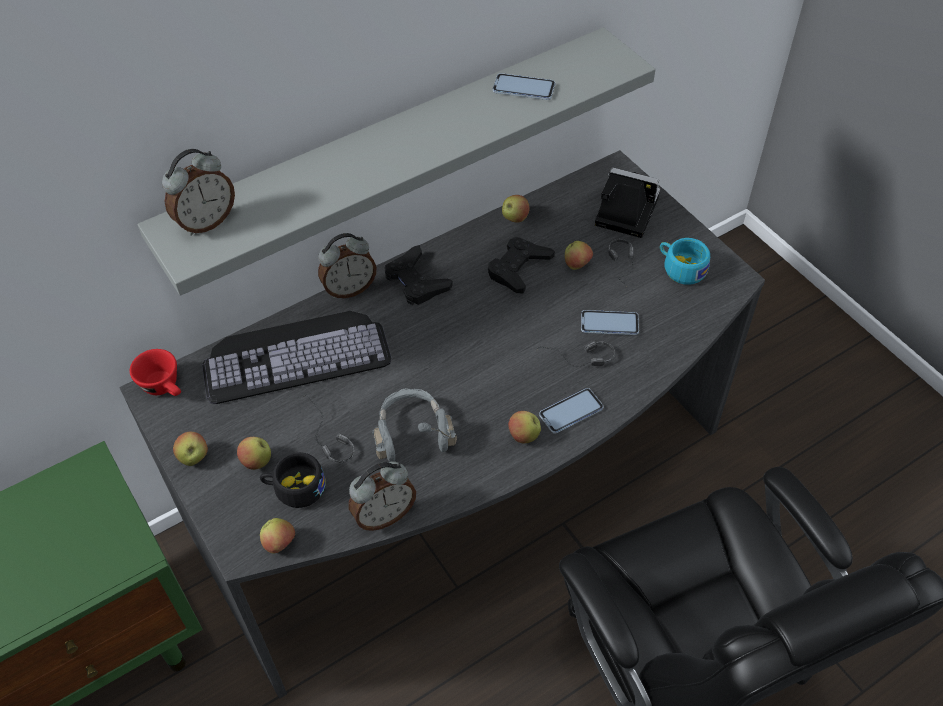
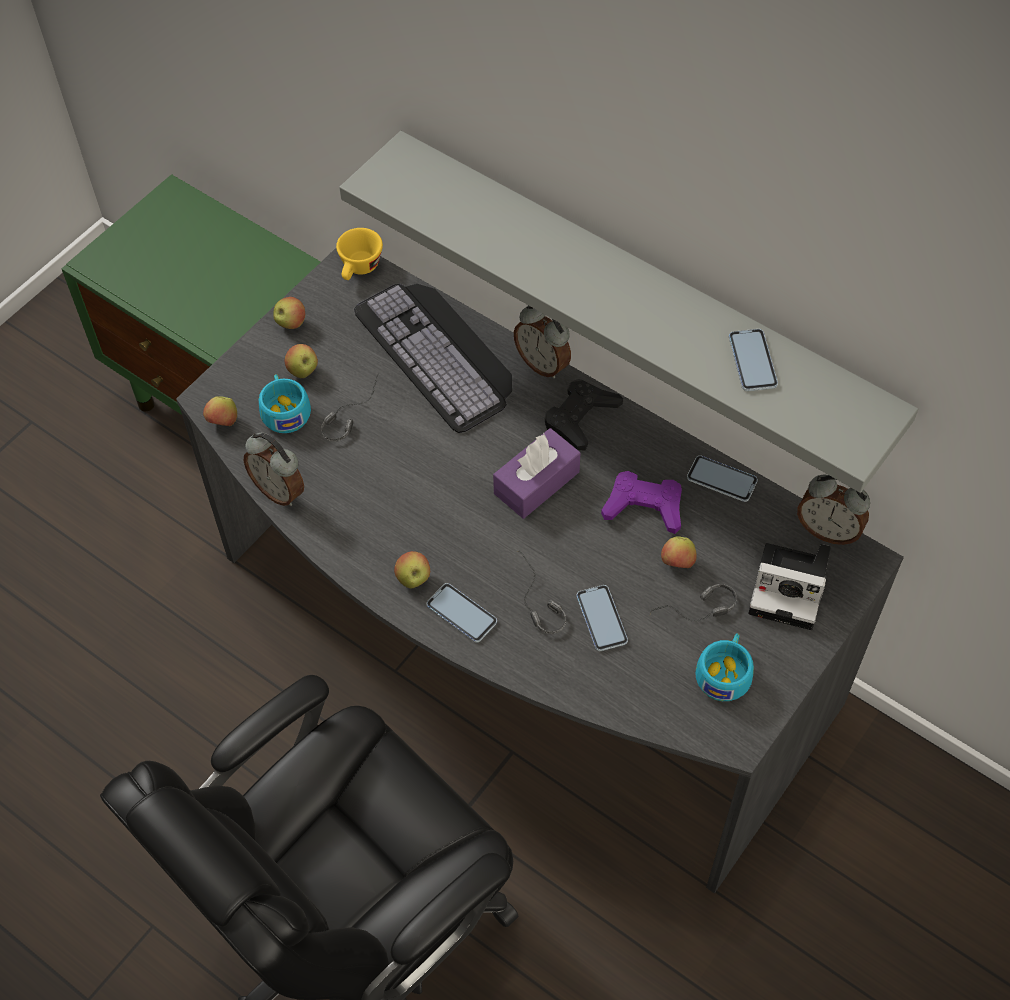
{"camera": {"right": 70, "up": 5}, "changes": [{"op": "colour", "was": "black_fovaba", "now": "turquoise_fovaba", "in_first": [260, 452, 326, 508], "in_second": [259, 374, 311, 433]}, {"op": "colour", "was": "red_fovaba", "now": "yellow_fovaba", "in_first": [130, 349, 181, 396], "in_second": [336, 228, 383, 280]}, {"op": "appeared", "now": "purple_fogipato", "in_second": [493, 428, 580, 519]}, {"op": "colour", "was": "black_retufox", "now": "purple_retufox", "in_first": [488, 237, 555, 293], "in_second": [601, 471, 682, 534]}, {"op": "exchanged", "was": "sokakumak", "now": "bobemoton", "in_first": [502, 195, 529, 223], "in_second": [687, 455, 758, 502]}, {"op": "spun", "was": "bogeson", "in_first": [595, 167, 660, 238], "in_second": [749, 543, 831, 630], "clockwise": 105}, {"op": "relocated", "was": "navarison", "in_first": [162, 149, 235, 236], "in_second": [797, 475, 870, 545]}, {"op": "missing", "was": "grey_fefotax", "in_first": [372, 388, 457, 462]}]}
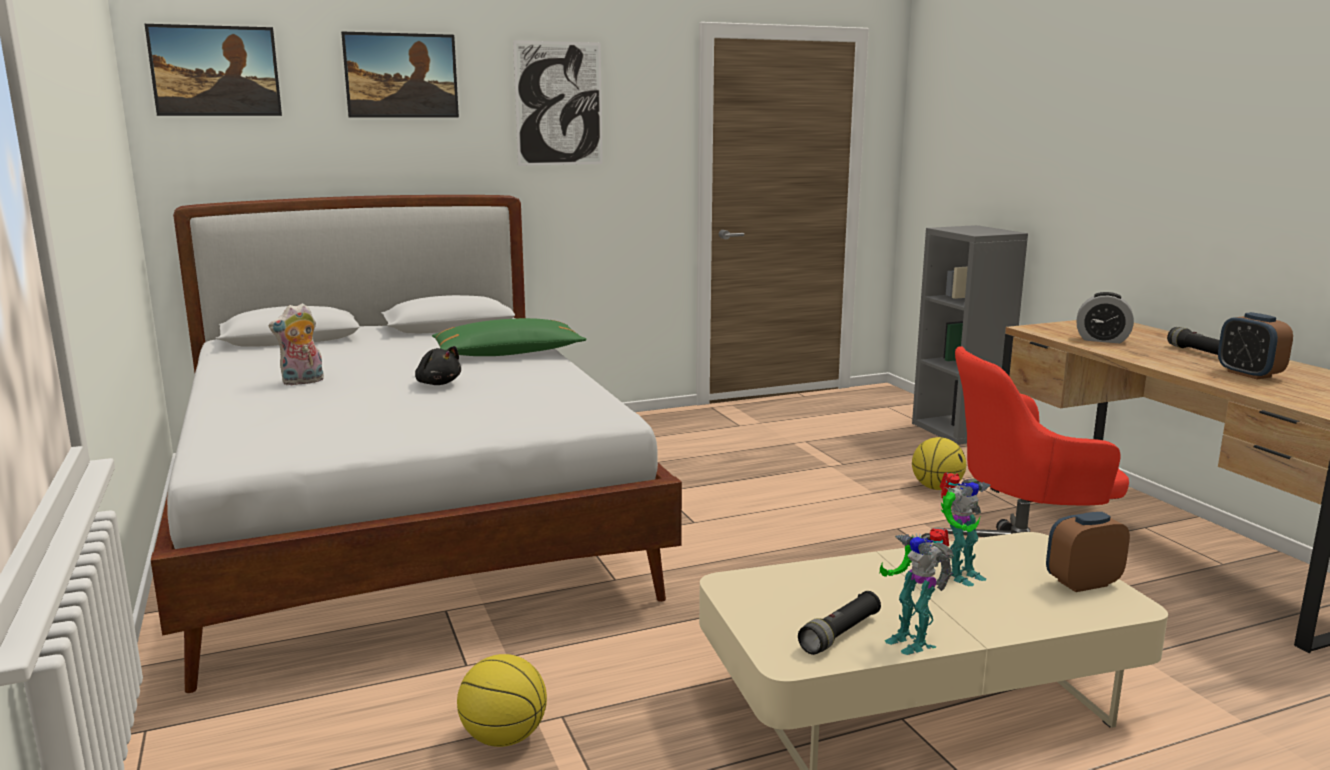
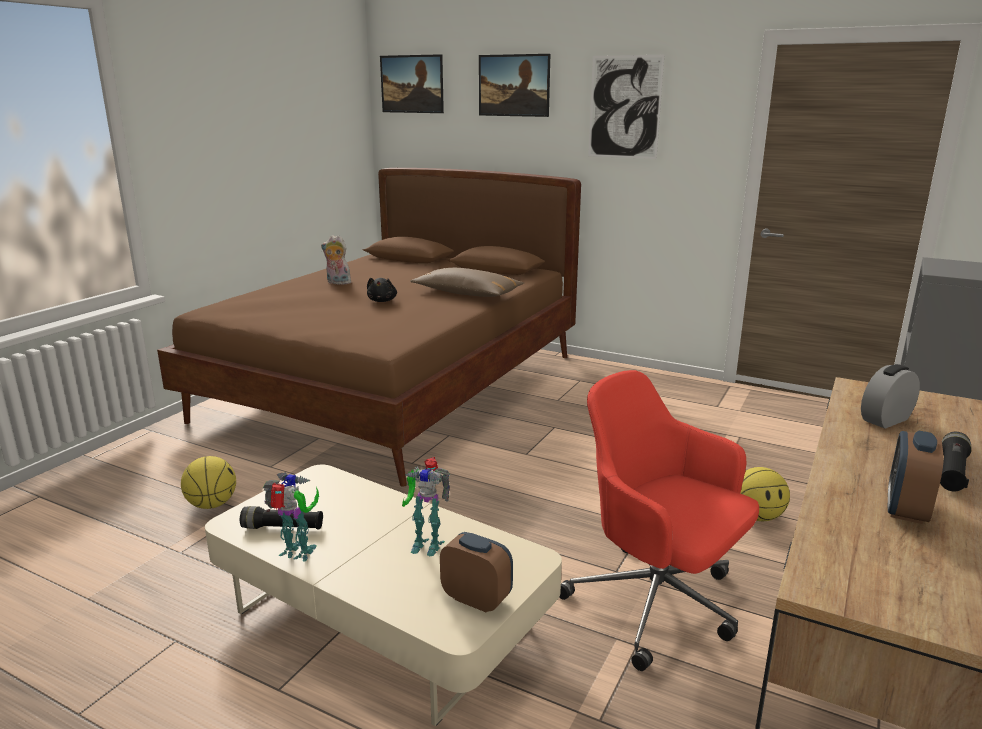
{"camera": {"right": 50, "up": 5}, "changes": [{"op": "colour", "was": "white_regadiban", "now": "brown_regadiban", "in_first": [151, 195, 682, 693], "in_second": [157, 168, 581, 487]}, {"op": "spun", "was": "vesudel", "in_first": [880, 528, 954, 655], "in_second": [263, 472, 319, 562], "clockwise": 90}, {"op": "colour", "was": "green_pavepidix", "now": "brown_pavepidix", "in_first": [432, 318, 586, 356], "in_second": [410, 268, 524, 297]}, {"op": "spun", "was": "navarison", "in_first": [1077, 292, 1134, 343], "in_second": [861, 364, 920, 428], "clockwise": 75}]}
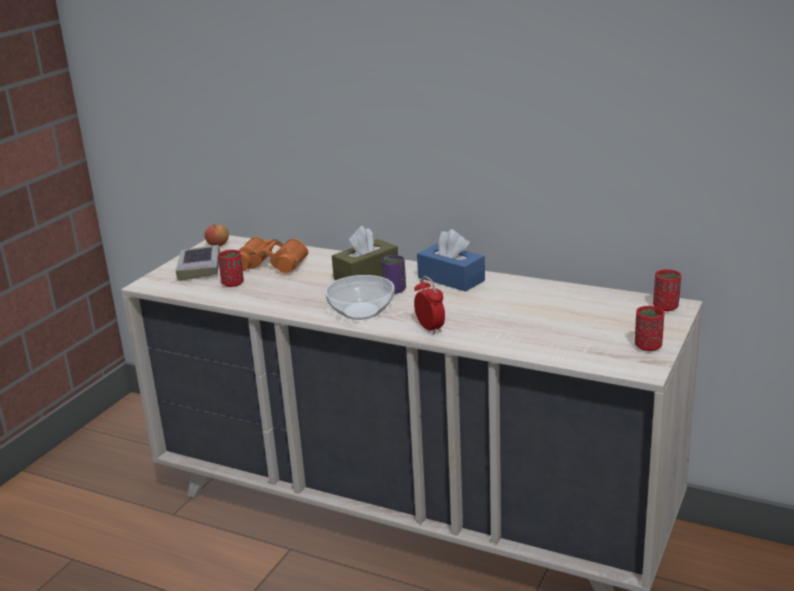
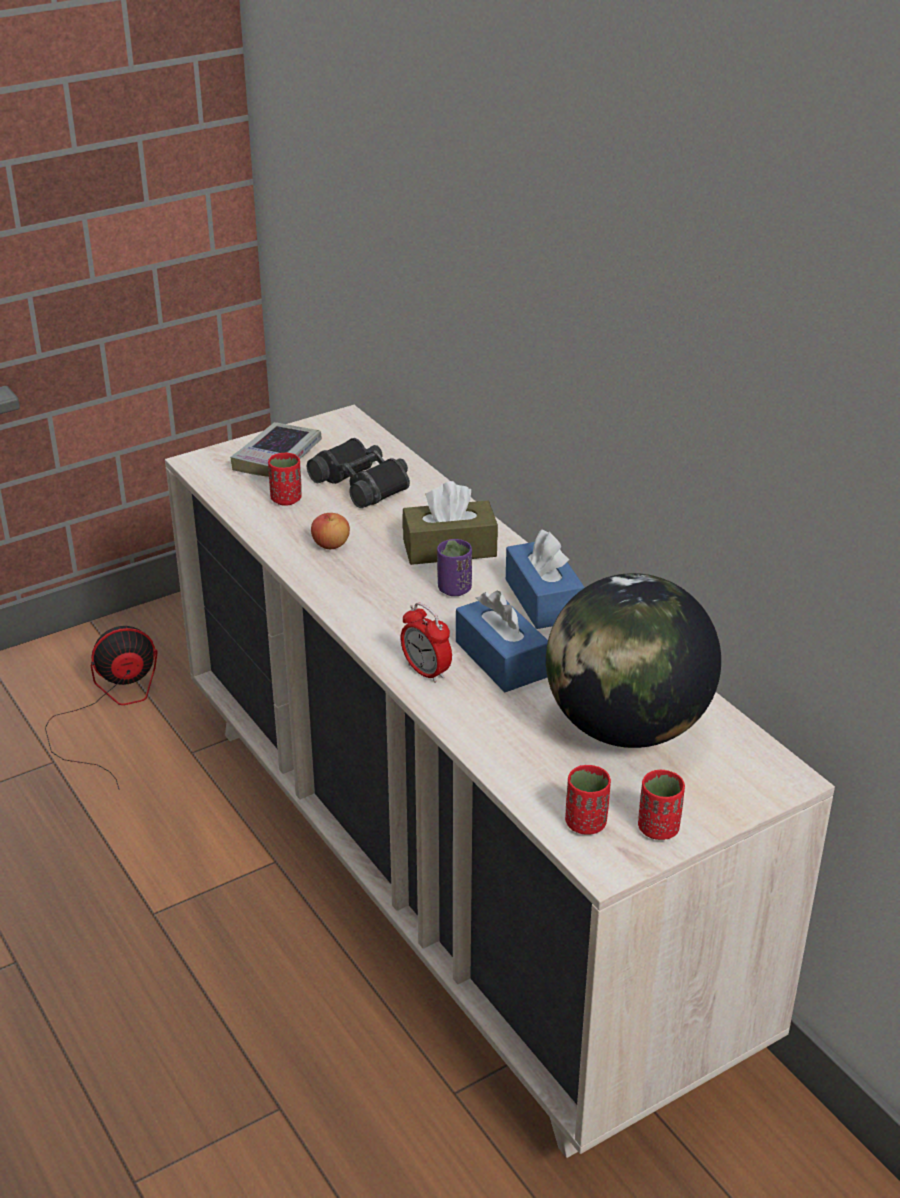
{"camera": {"right": 30, "up": 10}, "changes": [{"op": "appeared", "now": "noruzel", "in_second": [45, 626, 158, 790]}, {"op": "colour", "was": "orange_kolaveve", "now": "black_kolaveve", "in_first": [238, 237, 308, 274], "in_second": [307, 438, 410, 508]}, {"op": "relocated", "was": "sokakumak", "in_first": [204, 223, 229, 246], "in_second": [311, 513, 350, 549]}, {"op": "spun", "was": "navarison", "in_first": [414, 276, 445, 334], "in_second": [401, 602, 452, 683], "clockwise": 135}, {"op": "appeared", "now": "blue_fogipato", "in_second": [456, 591, 548, 692]}, {"op": "appeared", "now": "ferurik", "in_second": [546, 573, 721, 748]}, {"op": "relocated", "was": "red_fovaba", "in_first": [653, 269, 681, 311], "in_second": [565, 765, 611, 835]}, {"op": "missing", "was": "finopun", "in_first": [325, 275, 395, 320]}]}
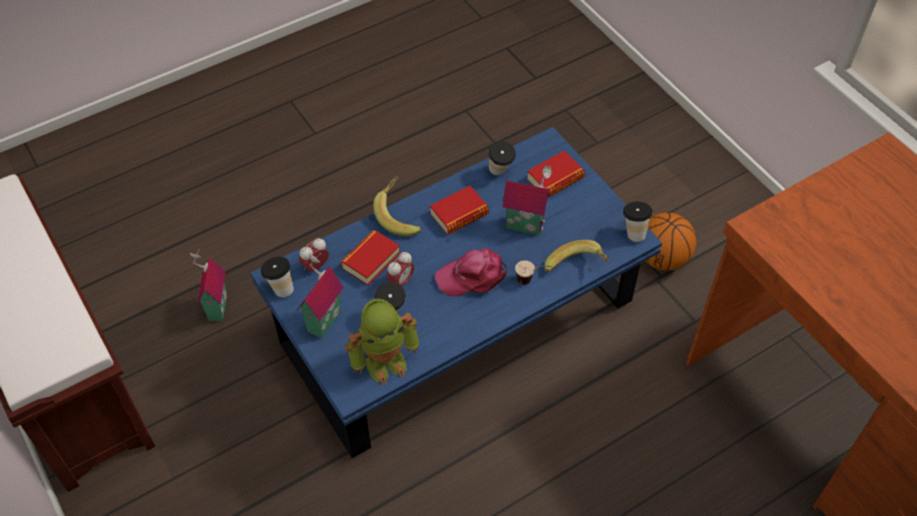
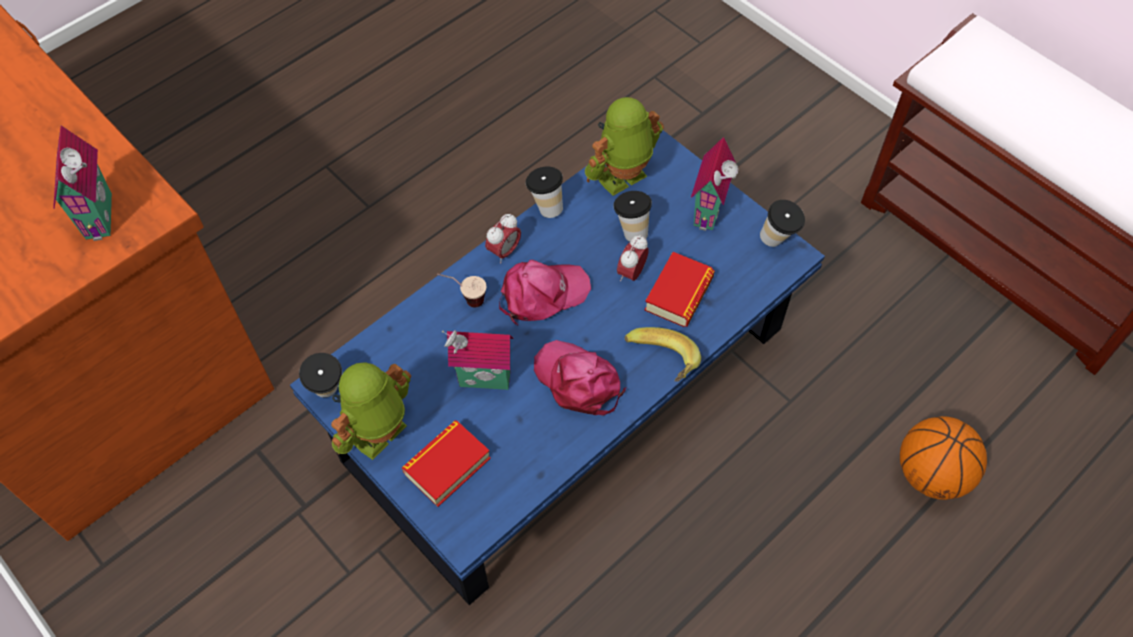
{"camera": {"right": 170, "up": 5}, "changes": [{"op": "relocated", "was": "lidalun", "in_first": [190, 249, 227, 321], "in_second": [53, 126, 112, 241]}, {"op": "appeared", "now": "vesudel", "in_second": [331, 362, 411, 460]}, {"op": "relocated", "was": "navarison", "in_first": [299, 238, 329, 272], "in_second": [485, 214, 521, 263]}, {"op": "relocated", "was": "fovaba", "in_first": [488, 141, 516, 175], "in_second": [526, 166, 563, 218]}, {"op": "exchanged", "was": "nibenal", "now": "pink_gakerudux", "in_first": [430, 186, 489, 235], "in_second": [534, 340, 626, 416]}, {"op": "relocated", "was": "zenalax", "in_first": [646, 213, 696, 270], "in_second": [900, 416, 987, 500]}, {"op": "missing", "was": "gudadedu", "in_first": [545, 240, 609, 273]}]}
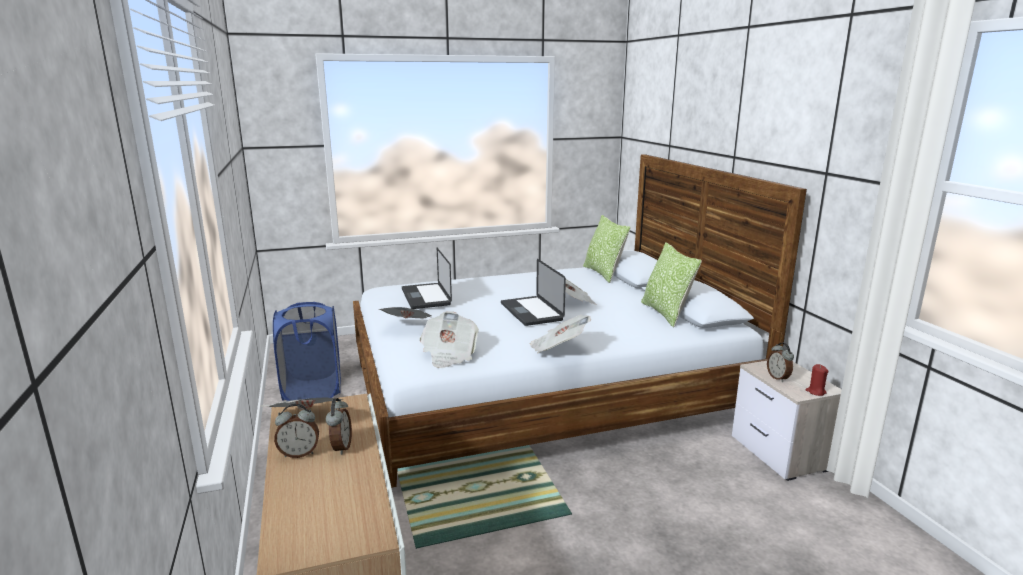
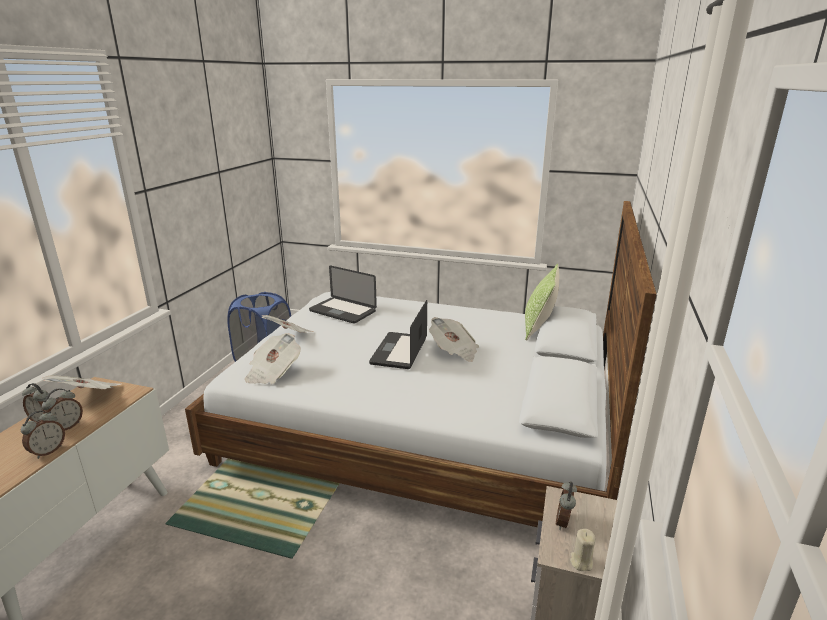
{"camera": {"right": 35, "up": 5}, "changes": [{"op": "appeared", "now": "navarison", "in_second": [21, 411, 65, 459]}, {"op": "spun", "was": "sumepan", "in_first": [402, 248, 452, 309], "in_second": [309, 265, 377, 324], "clockwise": -75}, {"op": "colour", "was": "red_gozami", "now": "beige_gozami", "in_first": [806, 364, 829, 396], "in_second": [570, 529, 595, 571]}, {"op": "missing", "was": "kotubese", "in_first": [530, 315, 591, 353]}, {"op": "missing", "was": "pavepidix", "in_first": [641, 242, 702, 327]}]}
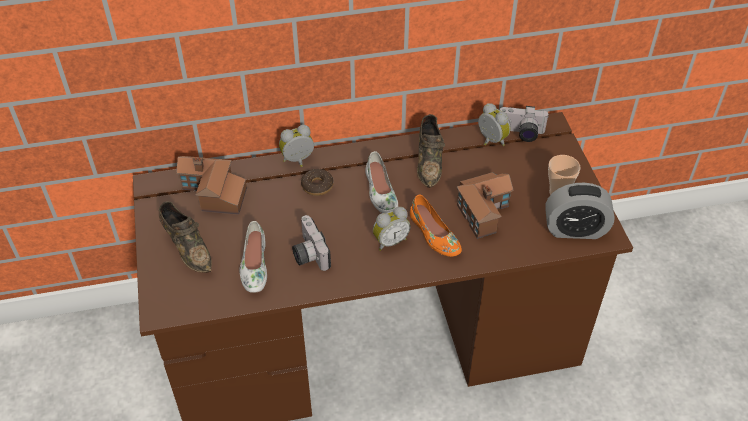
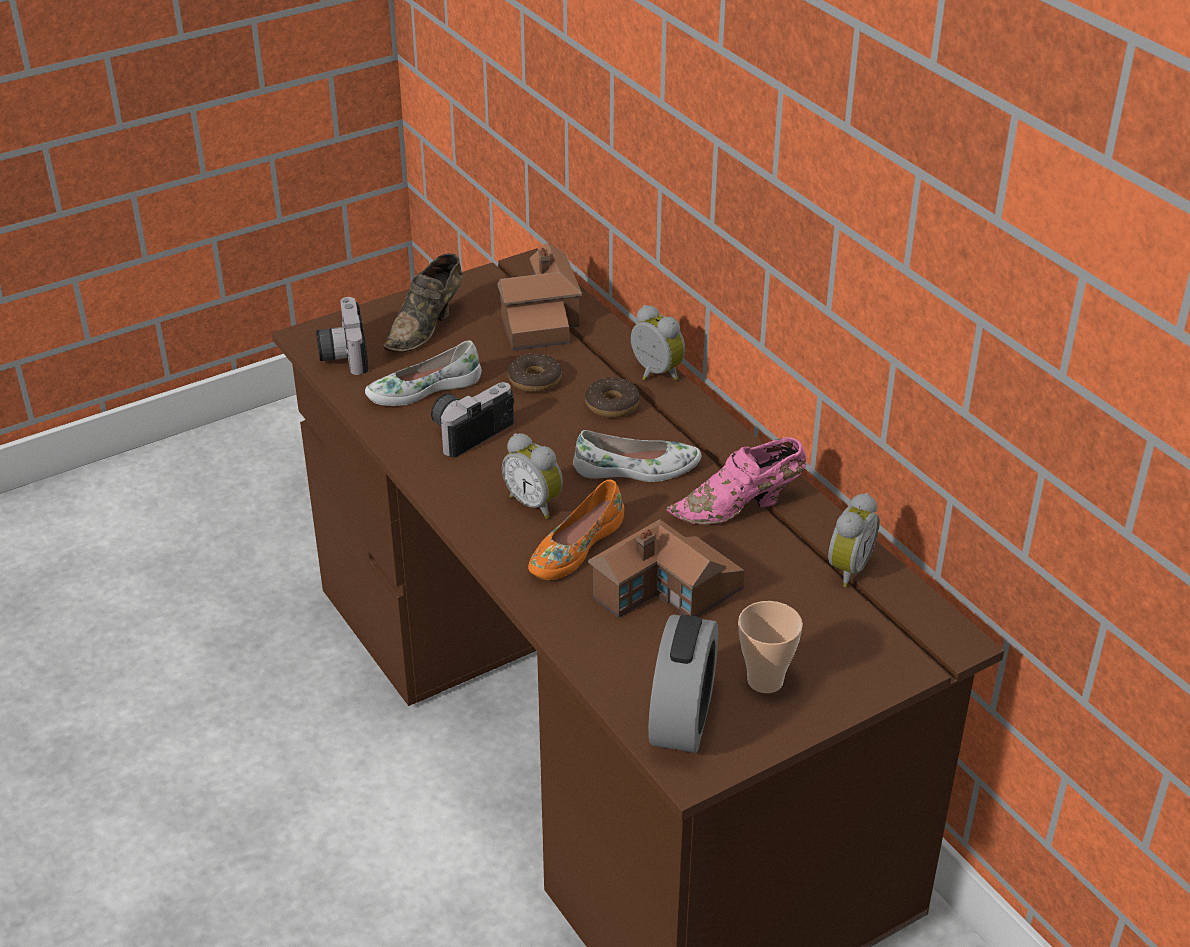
{"camera": {"right": 70, "up": -10}, "changes": [{"op": "relocated", "was": "bogeson", "in_first": [500, 106, 549, 142], "in_second": [316, 297, 368, 375]}, {"op": "appeared", "now": "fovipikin", "in_second": [508, 353, 562, 392]}, {"op": "spun", "was": "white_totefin", "in_first": [365, 151, 398, 213], "in_second": [573, 430, 701, 482], "clockwise": -150}, {"op": "spun", "was": "navarison", "in_first": [545, 183, 615, 239], "in_second": [649, 614, 718, 753], "clockwise": -150}, {"op": "colour", "was": "brown_totefin", "now": "pink_totefin", "in_first": [417, 114, 445, 188], "in_second": [666, 437, 807, 525]}]}
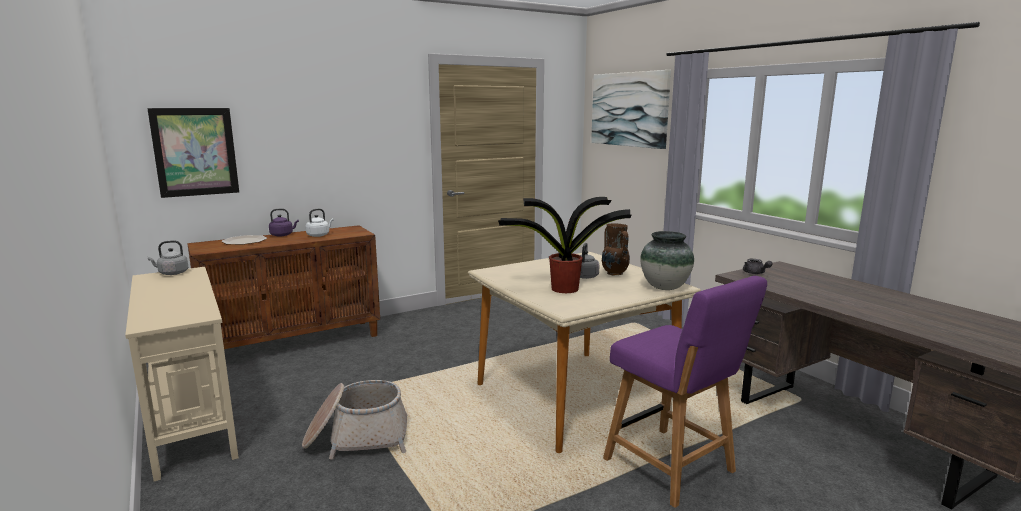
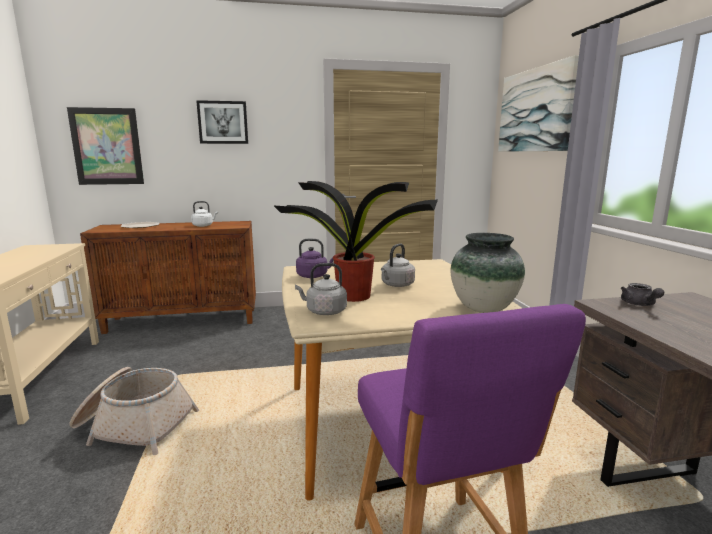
{"camera": {"right": 20, "up": 0}, "changes": [{"op": "appeared", "now": "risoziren", "in_second": [196, 100, 248, 144]}, {"op": "relocated", "was": "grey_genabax", "in_first": [148, 240, 188, 275], "in_second": [295, 263, 347, 315]}, {"op": "relocated", "was": "purple_genabax", "in_first": [269, 209, 299, 237], "in_second": [296, 238, 333, 278]}, {"op": "missing", "was": "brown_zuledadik", "in_first": [602, 223, 630, 275]}]}
